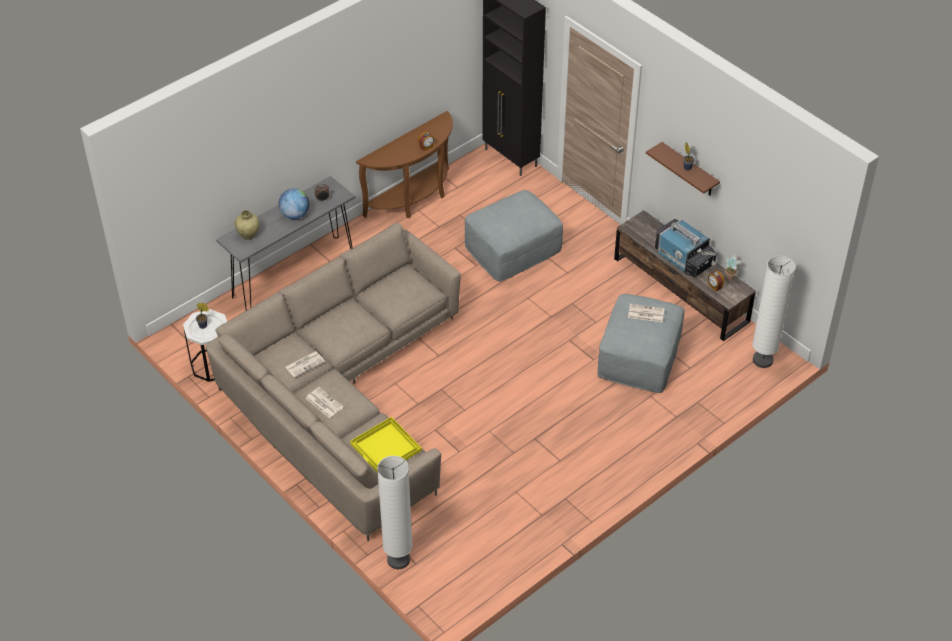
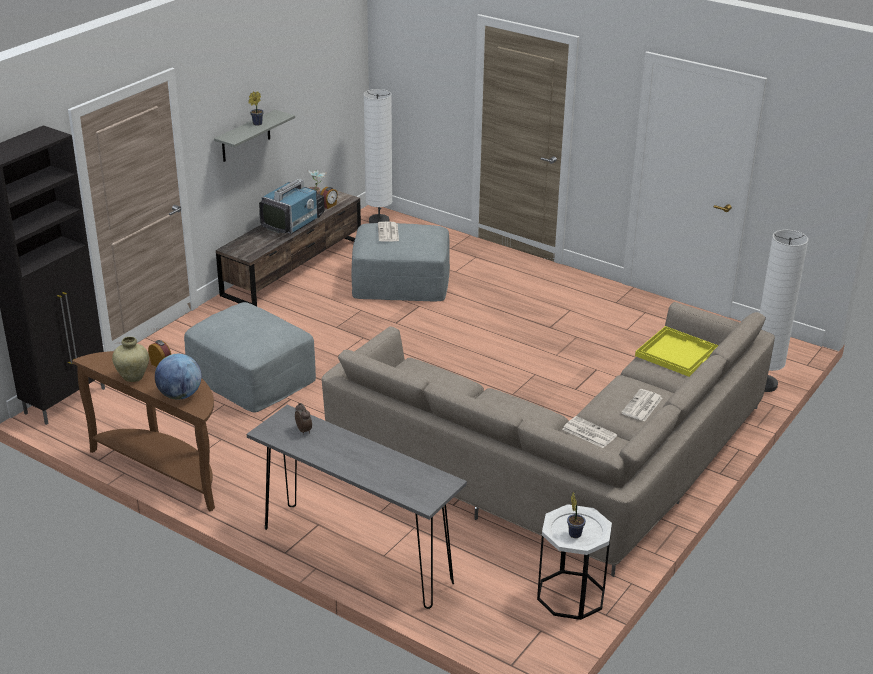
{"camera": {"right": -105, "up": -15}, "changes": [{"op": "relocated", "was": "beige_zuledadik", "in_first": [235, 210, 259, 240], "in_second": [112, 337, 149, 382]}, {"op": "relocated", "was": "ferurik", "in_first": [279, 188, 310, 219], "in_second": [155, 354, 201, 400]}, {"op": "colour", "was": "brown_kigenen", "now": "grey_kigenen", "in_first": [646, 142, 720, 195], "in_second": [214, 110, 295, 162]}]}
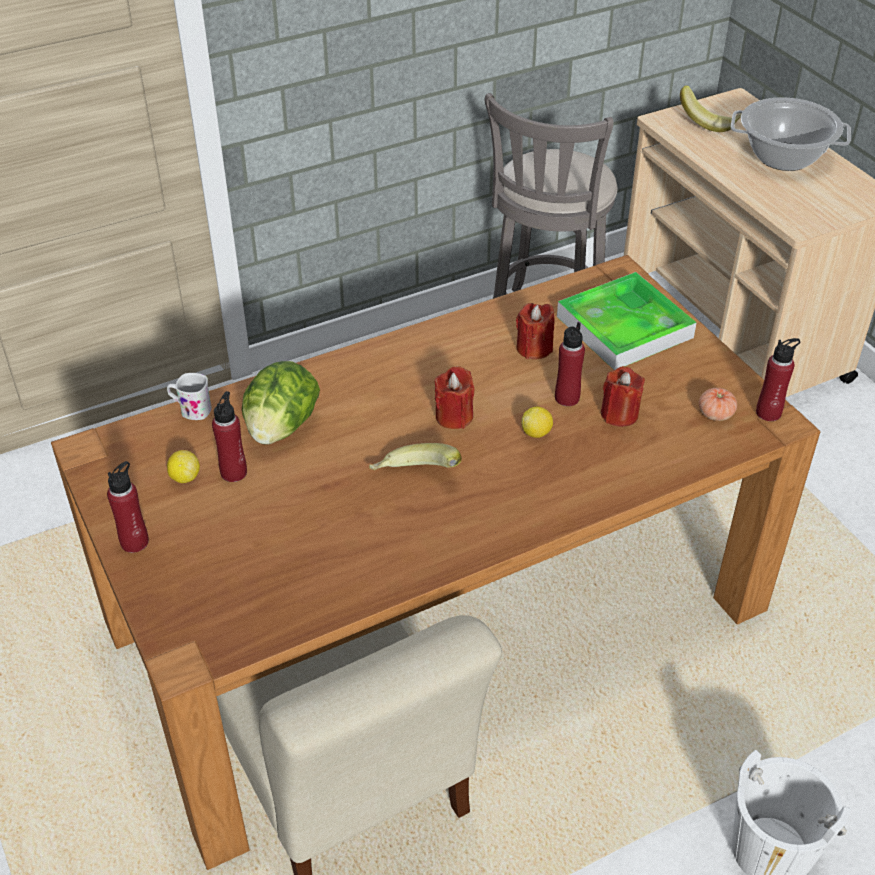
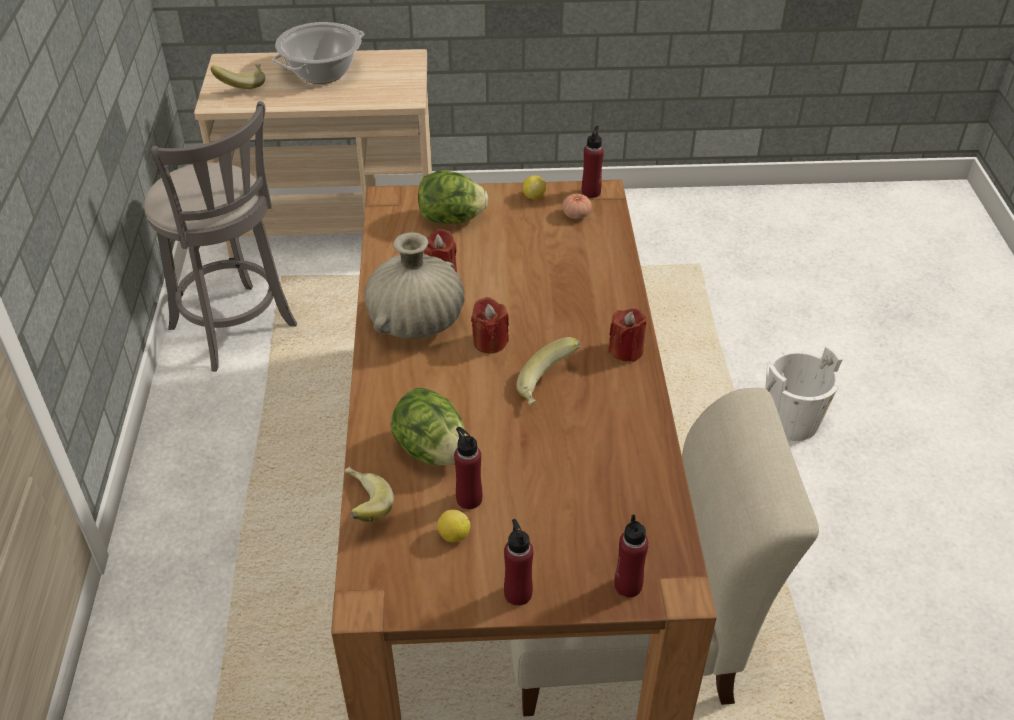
{"camera": {"right": -65, "up": 0}, "changes": [{"op": "exchanged", "was": "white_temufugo", "now": "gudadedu", "in_first": [167, 373, 211, 420], "in_second": [345, 466, 394, 523]}, {"op": "appeared", "now": "beige_zuledadik", "in_second": [364, 232, 465, 339]}, {"op": "exchanged", "was": "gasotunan", "now": "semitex", "in_first": [557, 272, 697, 370], "in_second": [418, 170, 488, 224]}, {"op": "relocated", "was": "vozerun", "in_first": [521, 406, 553, 438], "in_second": [523, 175, 546, 200]}, {"op": "relocated", "was": "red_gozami", "in_first": [601, 366, 645, 427], "in_second": [608, 308, 647, 362]}, {"op": "relocated", "was": "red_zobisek", "in_first": [555, 322, 585, 406], "in_second": [614, 514, 649, 597]}]}
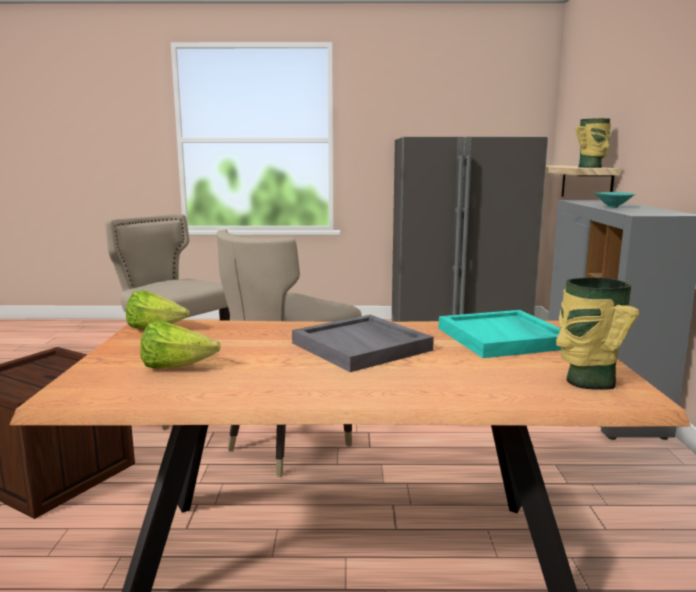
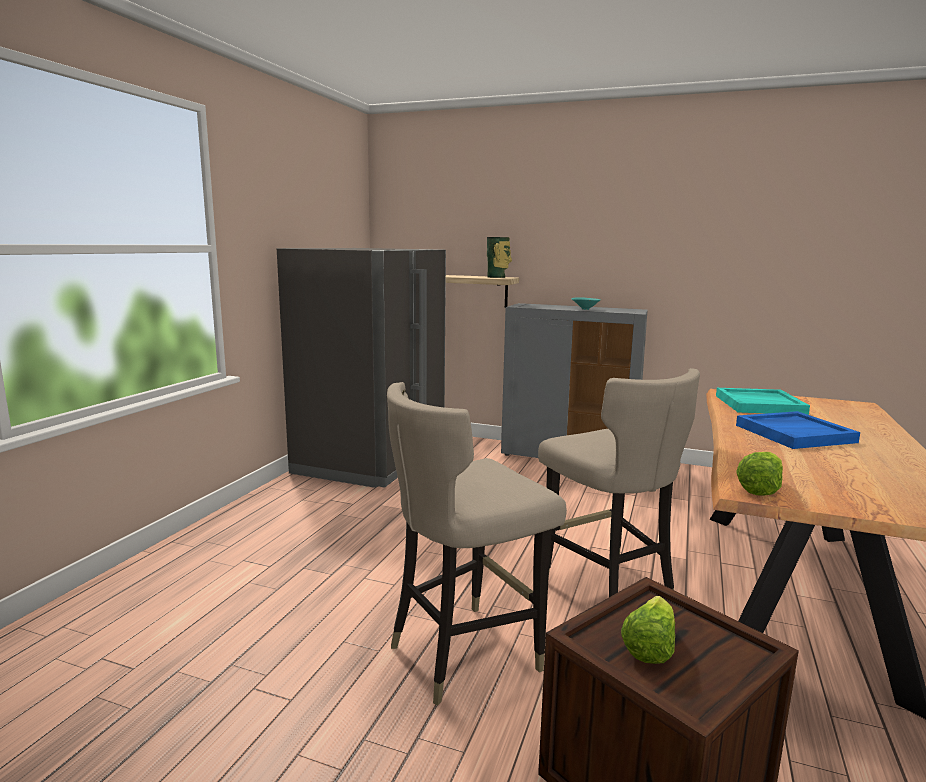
{"camera": {"right": -70, "up": 0}, "changes": [{"op": "relocated", "was": "semitex", "in_first": [140, 321, 221, 369], "in_second": [621, 596, 675, 664]}, {"op": "colour", "was": "grey_gasotunan", "now": "blue_gasotunan", "in_first": [292, 315, 434, 372], "in_second": [736, 411, 860, 449]}, {"op": "missing", "was": "zuledadik", "in_first": [556, 277, 639, 390]}]}
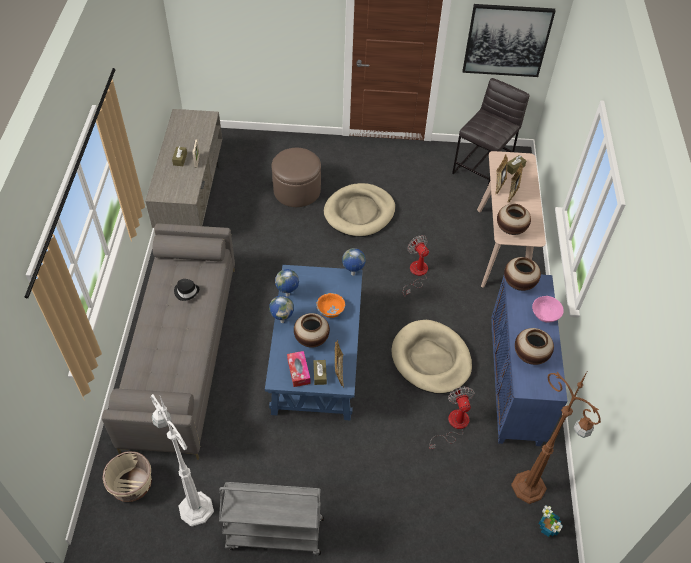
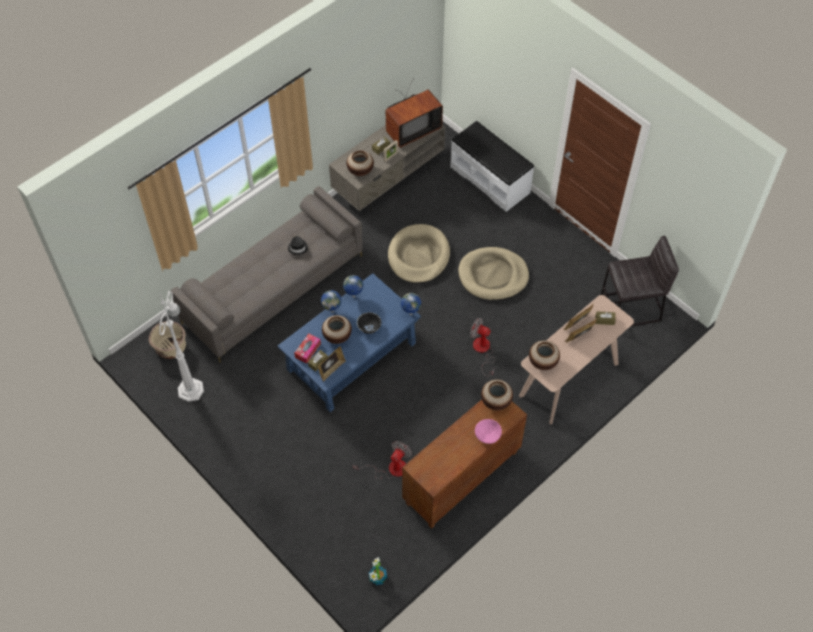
{"camera": {"right": 45, "up": 5}, "changes": [{"op": "relocated", "was": "zuledadik", "in_first": [515, 328, 554, 365], "in_second": [346, 150, 374, 176]}, {"op": "colour", "was": "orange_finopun", "now": "black_finopun", "in_first": [316, 293, 345, 318], "in_second": [357, 312, 381, 334]}, {"op": "appeared", "now": "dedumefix", "in_second": [386, 78, 443, 148]}, {"op": "relocated", "was": "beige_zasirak", "in_first": [391, 320, 472, 394], "in_second": [388, 224, 450, 284]}, {"op": "colour", "was": "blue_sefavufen", "now": "brown_sefavufen", "in_first": [491, 275, 568, 446], "in_second": [402, 399, 527, 529]}, {"op": "appeared", "now": "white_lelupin", "in_second": [450, 121, 534, 212]}, {"op": "spun", "was": "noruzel", "in_first": [403, 235, 429, 297], "in_second": [470, 318, 495, 377], "clockwise": -75}, {"op": "missing", "was": "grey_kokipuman", "in_first": [219, 482, 324, 556]}, {"op": "missing", "was": "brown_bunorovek", "in_first": [272, 148, 321, 207]}, {"op": "missing", "was": "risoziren", "in_first": [463, 4, 556, 77]}, {"op": "missing", "was": "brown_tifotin", "in_first": [511, 370, 601, 504]}]}
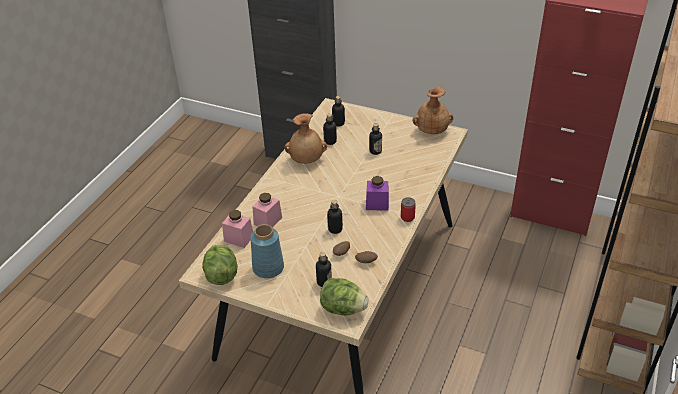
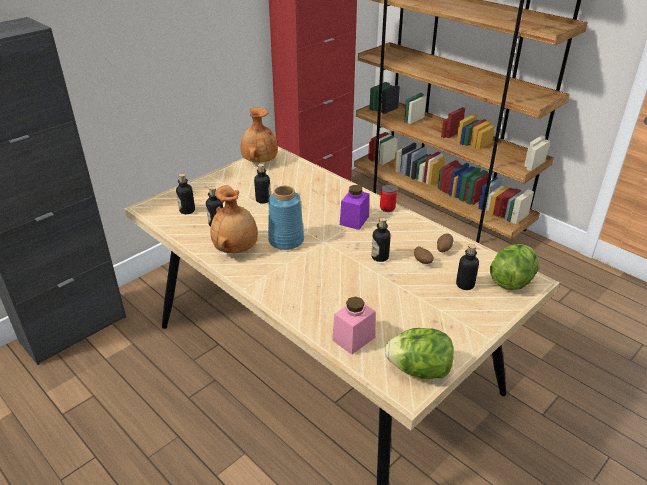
{"camera": {"right": -70, "up": -5}, "changes": [{"op": "relocated", "was": "blue_zuledadik", "in_first": [250, 224, 284, 278], "in_second": [268, 185, 304, 250]}, {"op": "missing", "was": "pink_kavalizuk", "in_first": [252, 193, 282, 227]}]}
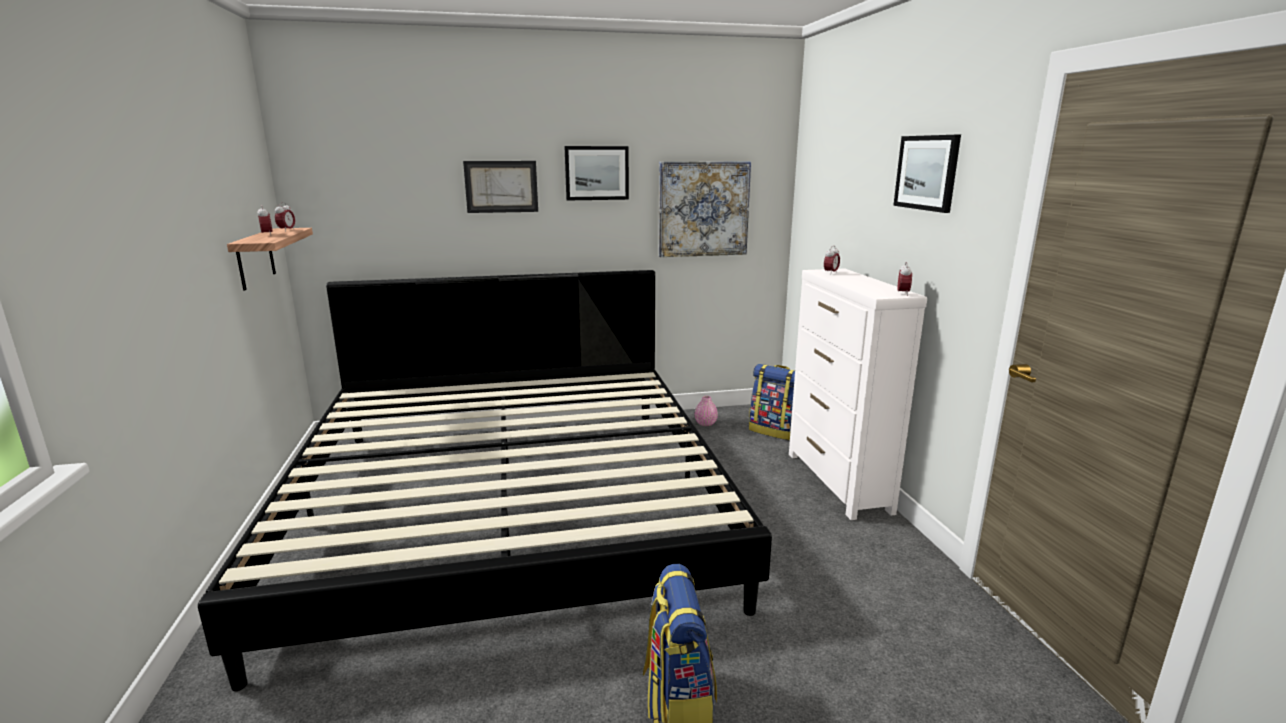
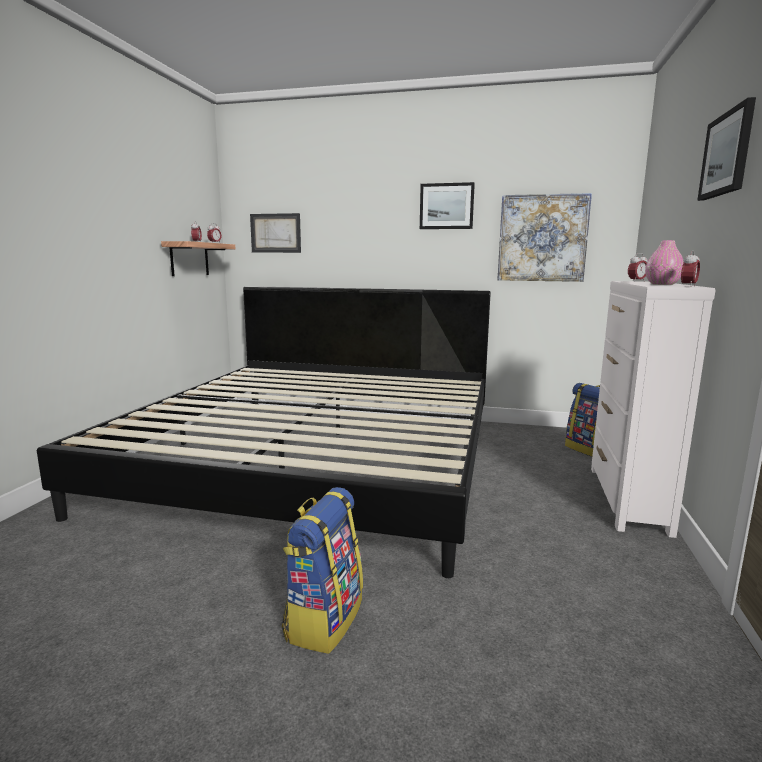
{"camera": {"right": 25, "up": -5}, "changes": [{"op": "relocated", "was": "risoziren", "in_first": [463, 161, 538, 213], "in_second": [250, 213, 301, 253]}, {"op": "relocated", "was": "pink_zuledadik", "in_first": [695, 396, 718, 426], "in_second": [645, 240, 684, 285]}]}
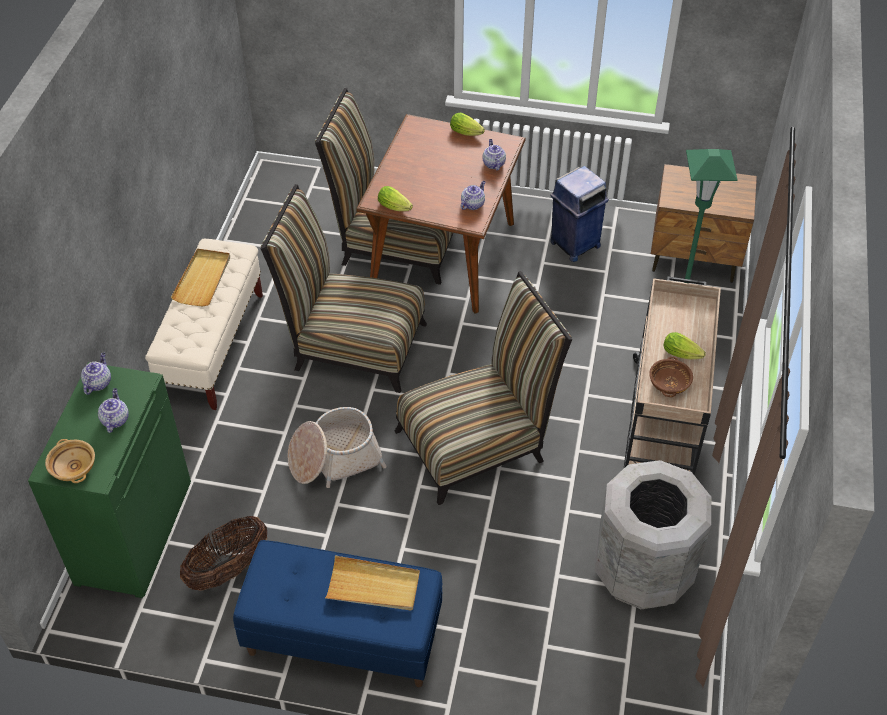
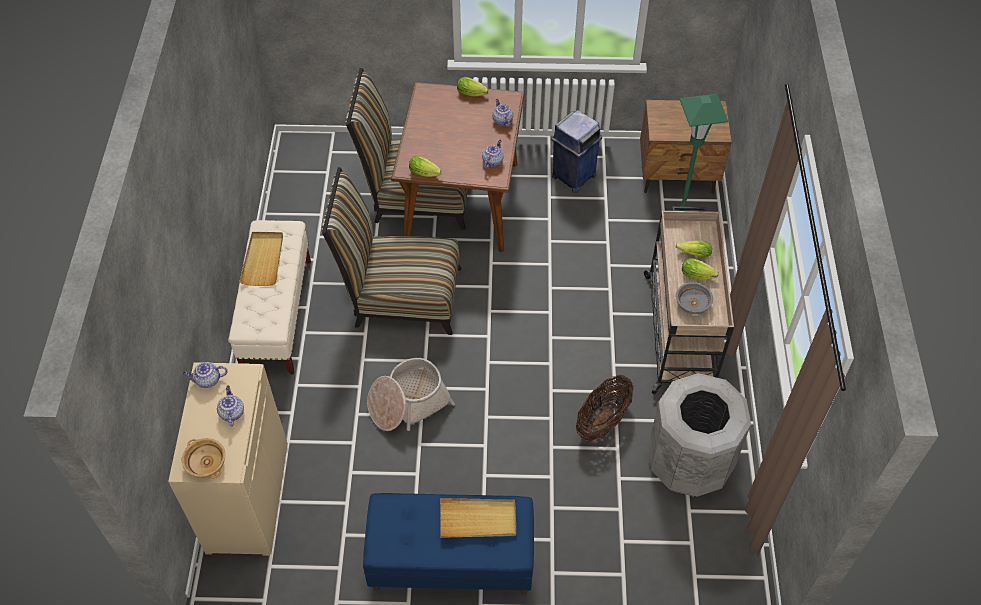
{"camera": {"right": -10, "up": 5}, "changes": [{"op": "colour", "was": "green_sefavufen", "now": "beige_sefavufen", "in_first": [28, 362, 191, 598], "in_second": [168, 362, 288, 556]}, {"op": "spun", "was": "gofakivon", "in_first": [81, 353, 111, 395], "in_second": [183, 362, 228, 388], "clockwise": -105}, {"op": "relocated", "was": "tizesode", "in_first": [180, 516, 267, 591], "in_second": [576, 375, 633, 441]}, {"op": "appeared", "now": "semitex", "in_second": [676, 241, 712, 257]}, {"op": "colour", "was": "brown_finopun", "now": "grey_finopun", "in_first": [649, 357, 693, 397], "in_second": [676, 280, 713, 317]}, {"op": "missing", "was": "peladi", "in_first": [395, 271, 572, 505]}]}
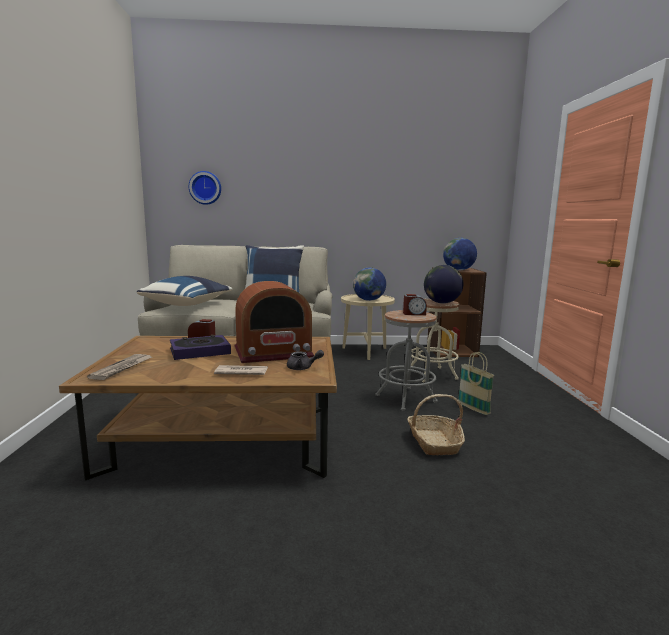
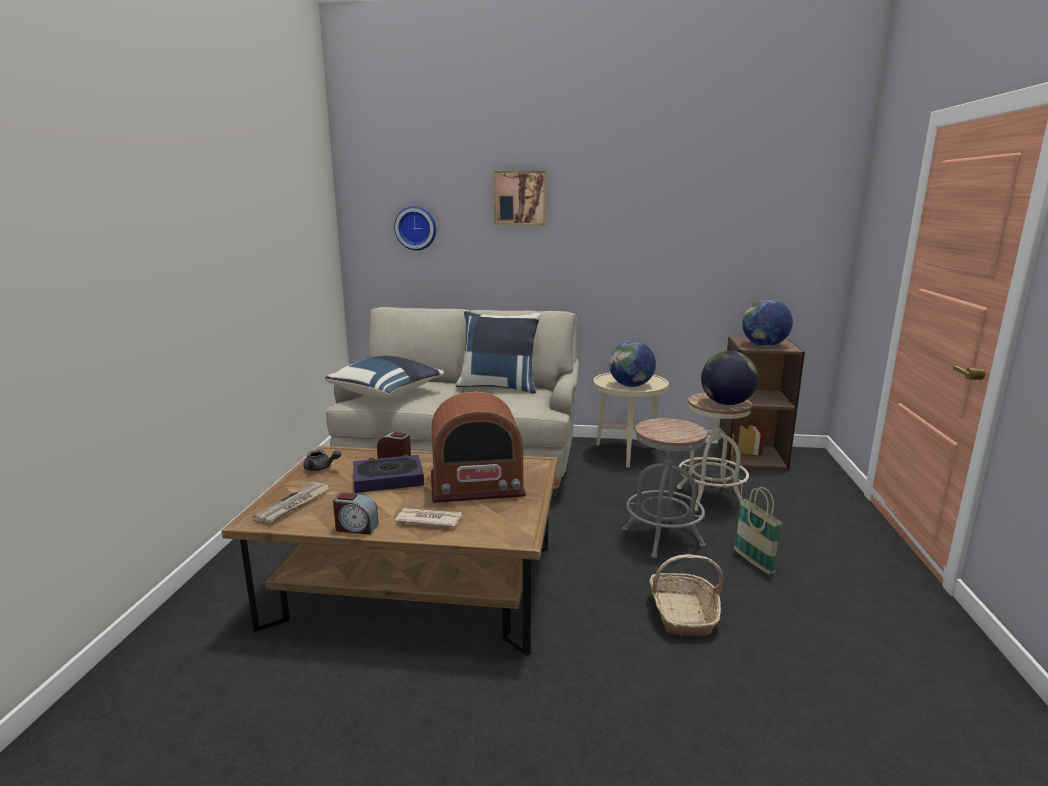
{"camera": {"right": 10, "up": 5}, "changes": [{"op": "relocated", "was": "grey_gofakivon", "in_first": [287, 350, 324, 370], "in_second": [304, 450, 341, 471]}, {"op": "relocated", "was": "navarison", "in_first": [403, 294, 427, 315], "in_second": [333, 492, 379, 535]}, {"op": "appeared", "now": "risoziren", "in_second": [494, 171, 546, 226]}]}
